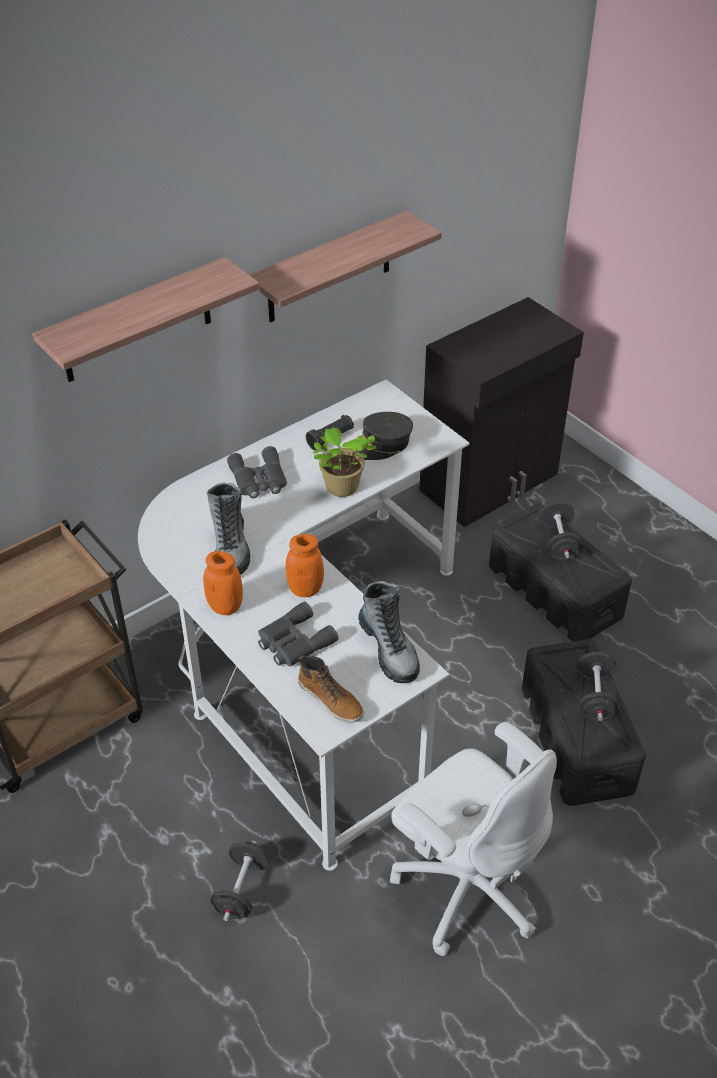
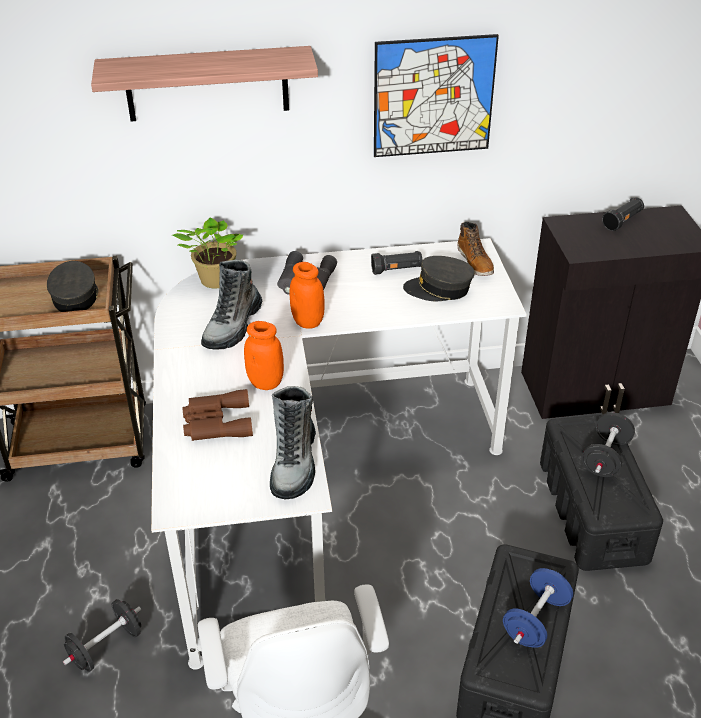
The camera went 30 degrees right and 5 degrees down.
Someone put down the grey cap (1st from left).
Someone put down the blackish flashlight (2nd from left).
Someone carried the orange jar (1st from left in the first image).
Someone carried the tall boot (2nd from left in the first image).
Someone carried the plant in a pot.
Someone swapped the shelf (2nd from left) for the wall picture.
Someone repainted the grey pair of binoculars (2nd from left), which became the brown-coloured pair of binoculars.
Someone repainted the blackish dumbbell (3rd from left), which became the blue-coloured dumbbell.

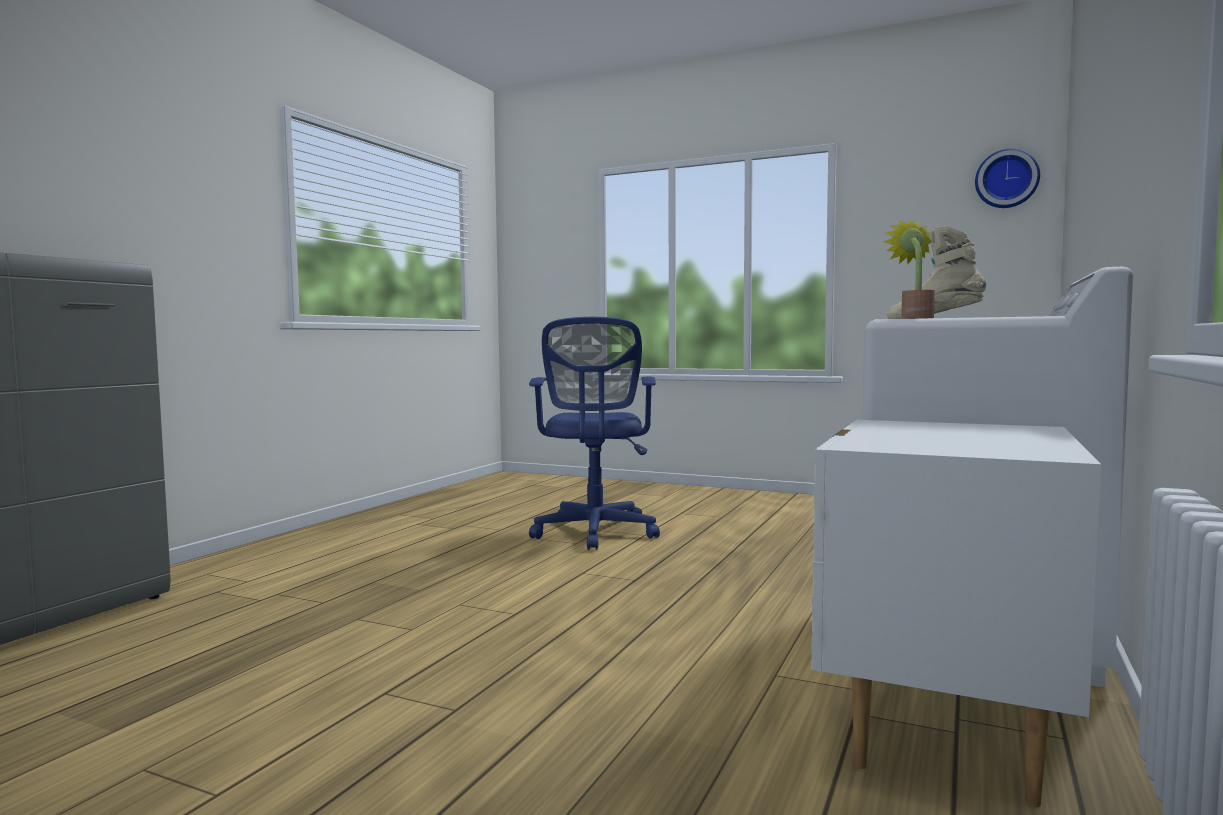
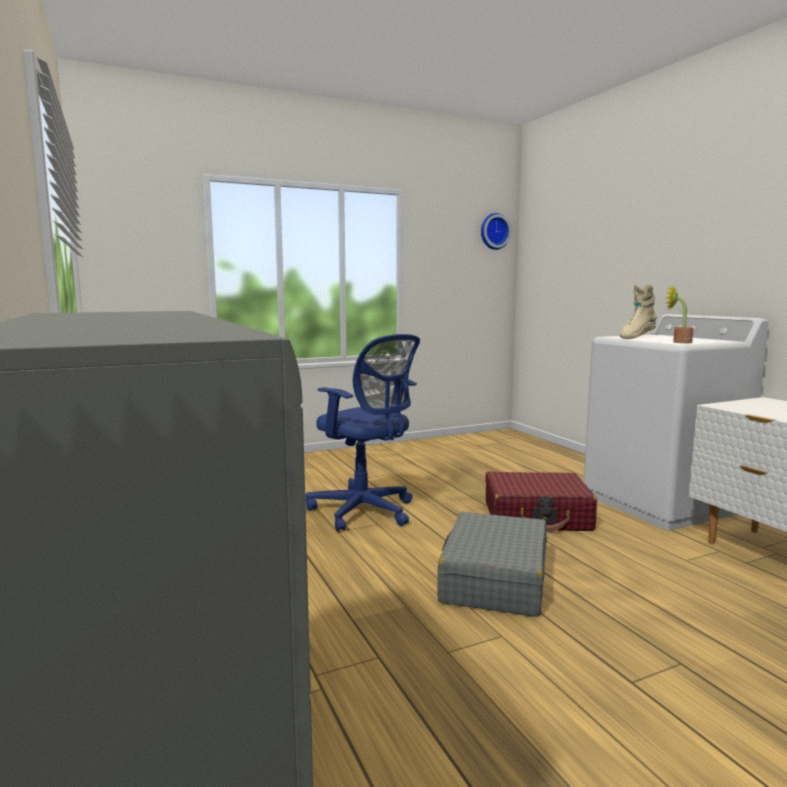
The camera went 50 degrees left and 5 degrees up.
Someone put down the grey piece of luggage.
Someone put down the red piece of luggage.

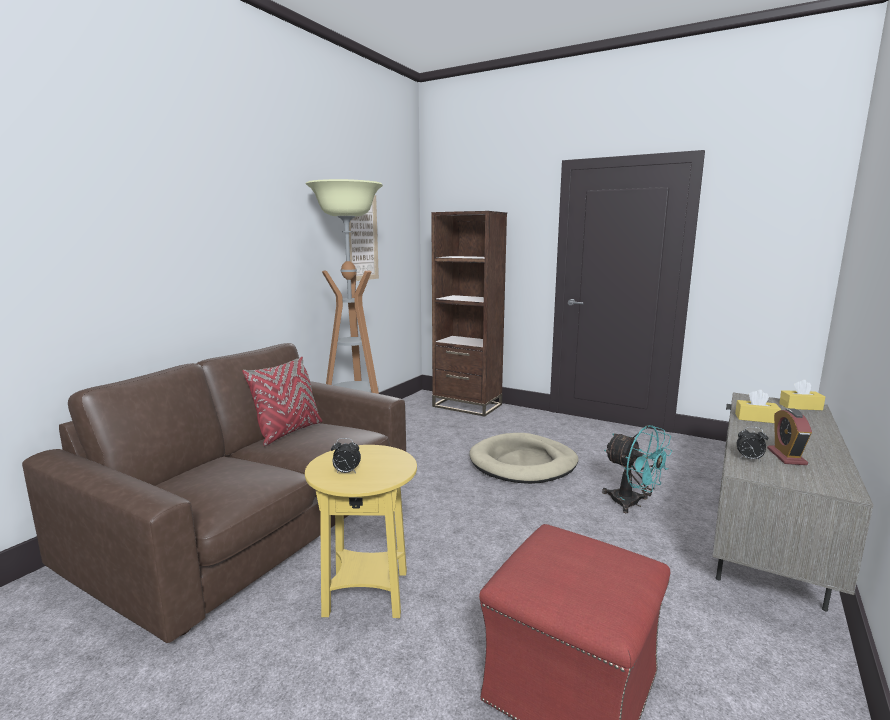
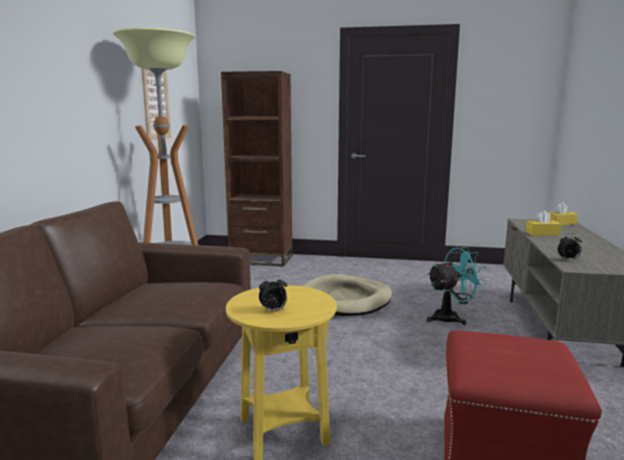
The camera went 20 degrees left and 0 degrees up.
Someone took away the red throw pillow.
Someone took away the table clock (3rd from left).
Someone rotated the turquoise cooling fan by 45 degrees counterclockwise.

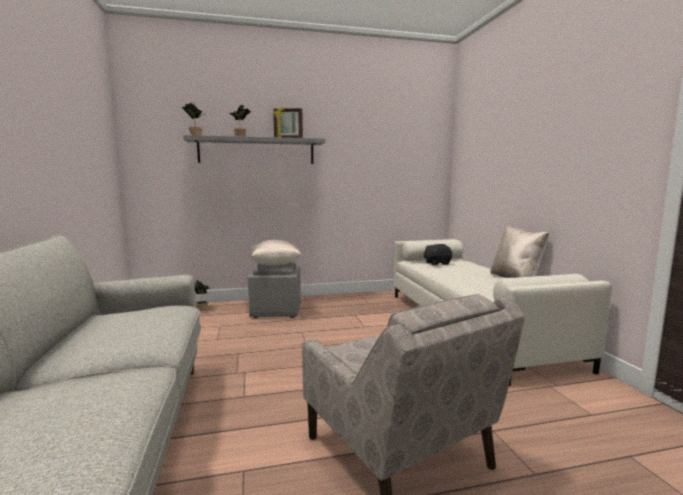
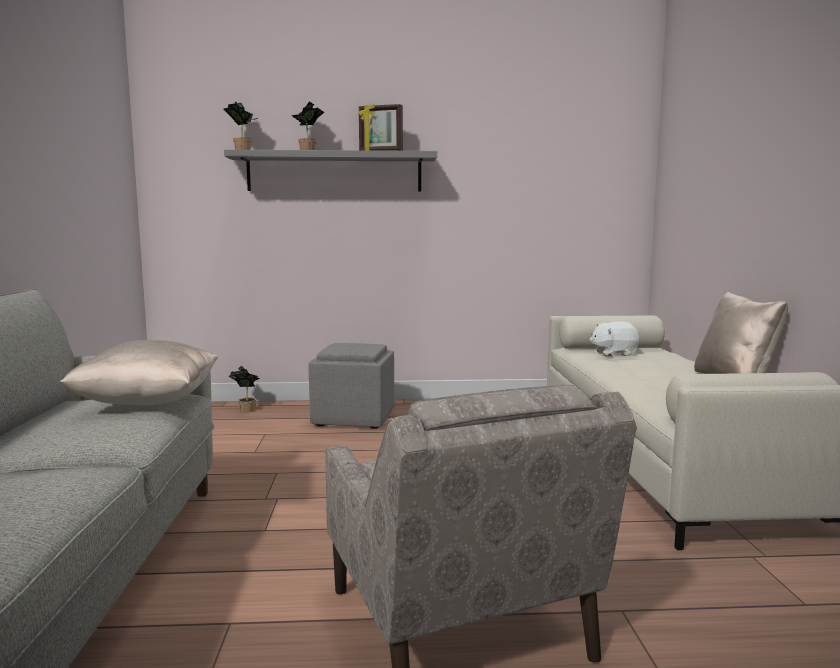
The camera went 10 degrees right and 0 degrees up.
Someone carried the beige-coloured throw pillow (1st from left).
Someone repainted the blackish plush toy, which became the white plush toy.

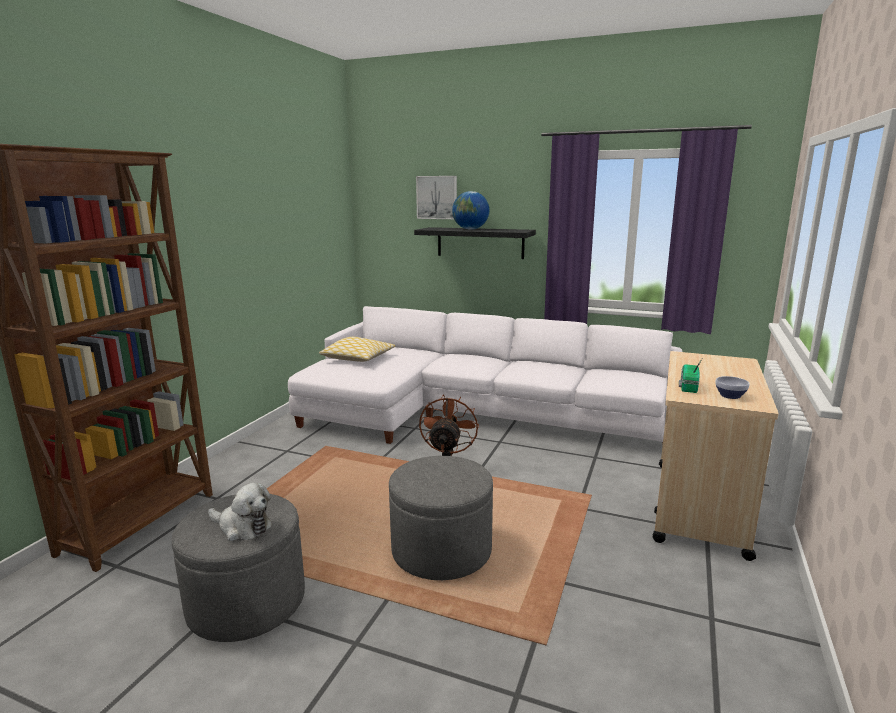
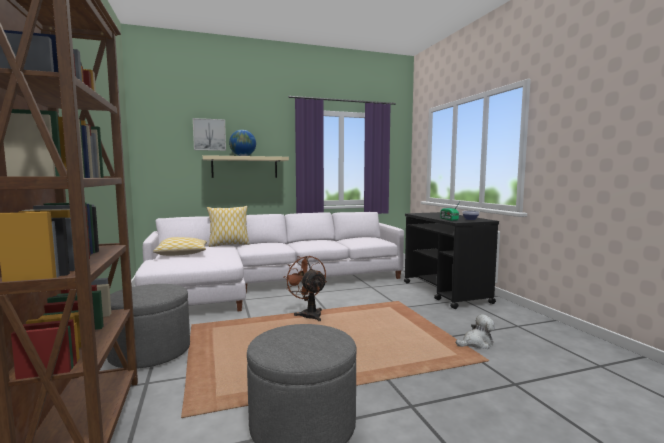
The camera went 40 degrees left and 10 degrees down.
Someone put down the throw pillow (2nd from left).
Someone carried the plush toy.
Someone carried the grey footrest (2nd from left in the first image).
Someone repainted the blackish shelf, which became the beige-coloured shelf.
Someone repainted the beige-coloured cart, which became the blackish cart.

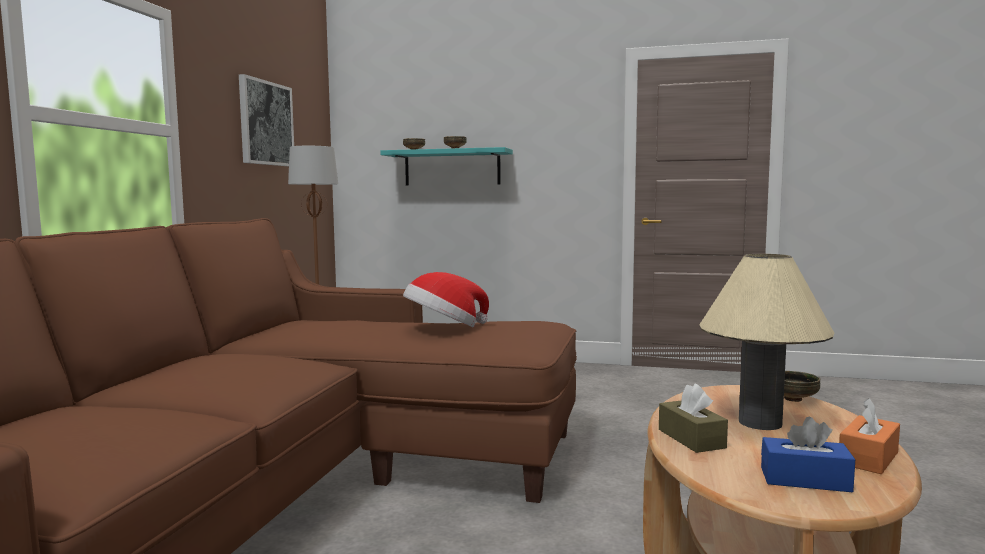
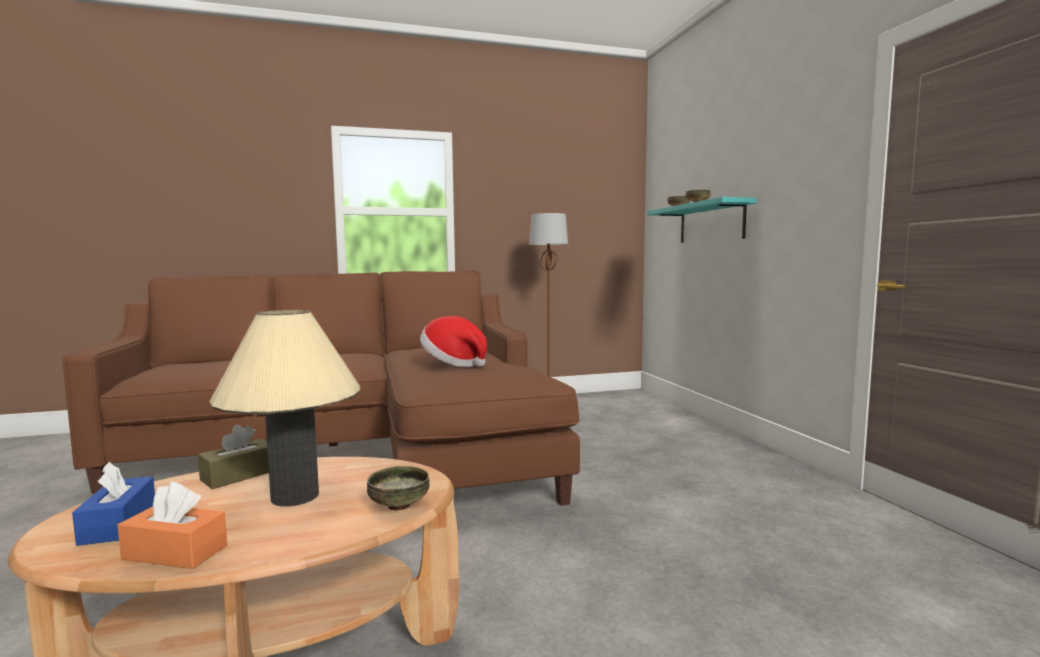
The camera went 60 degrees right and 0 degrees up.
Someone took away the wall picture.

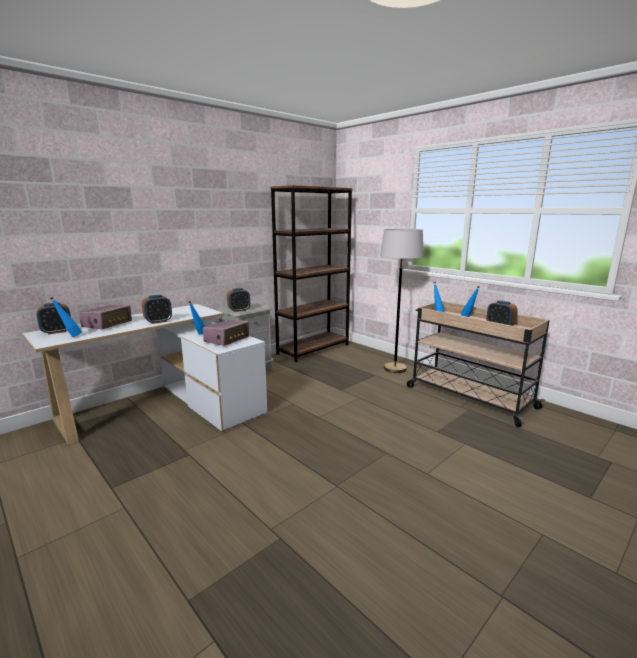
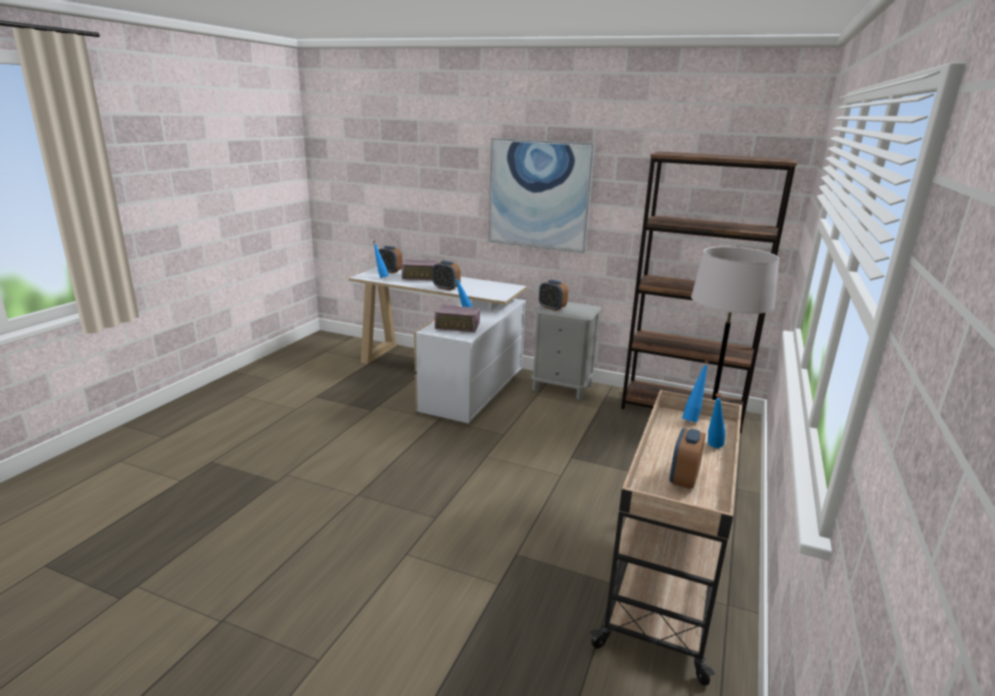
The camera went 65 degrees right and 5 degrees up.
Someone put up the wall picture.

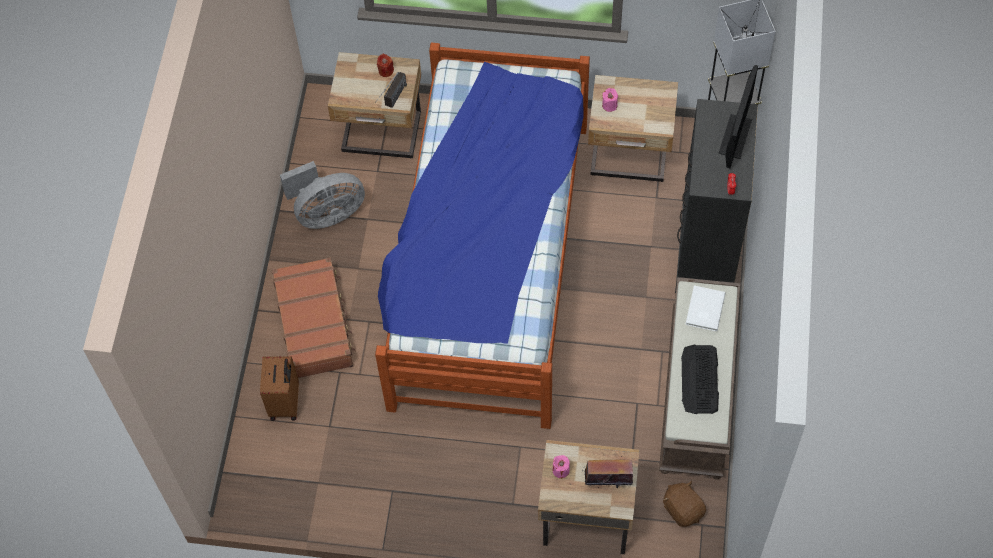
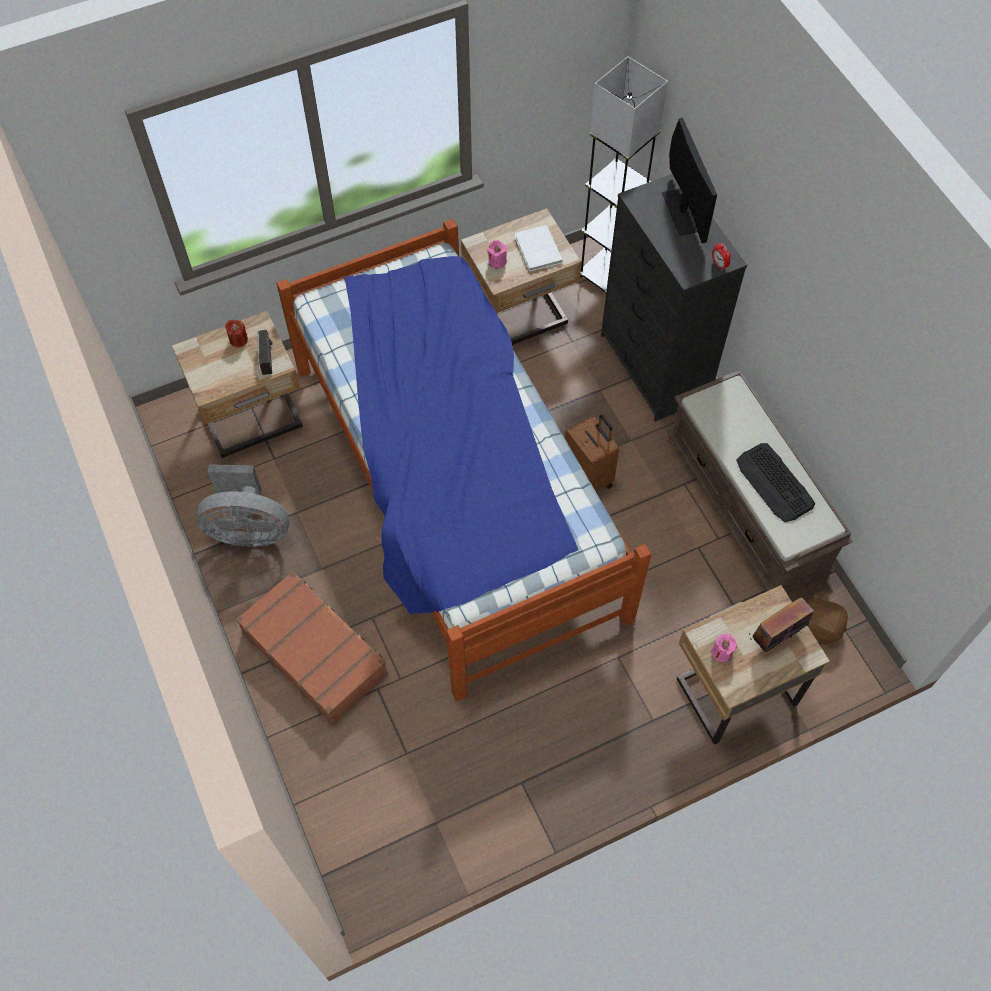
The camera went 35 degrees left and 0 degrees up.
Someone carried the brown-coloured piece of luggage (1st from left in the first image).
Someone carried the white volume.
Someone rotated the grey cooling fan by 60 degrees clockwise.

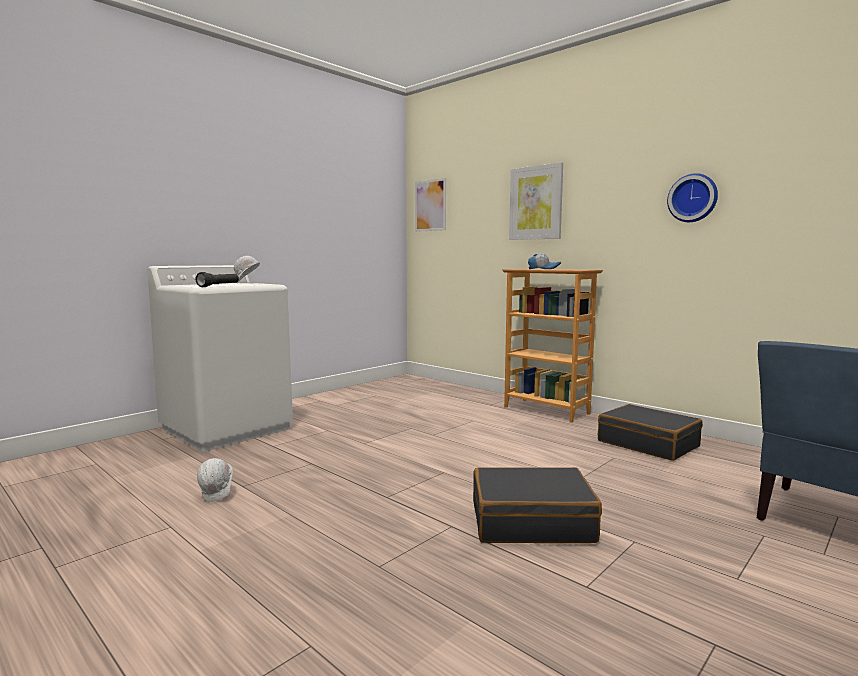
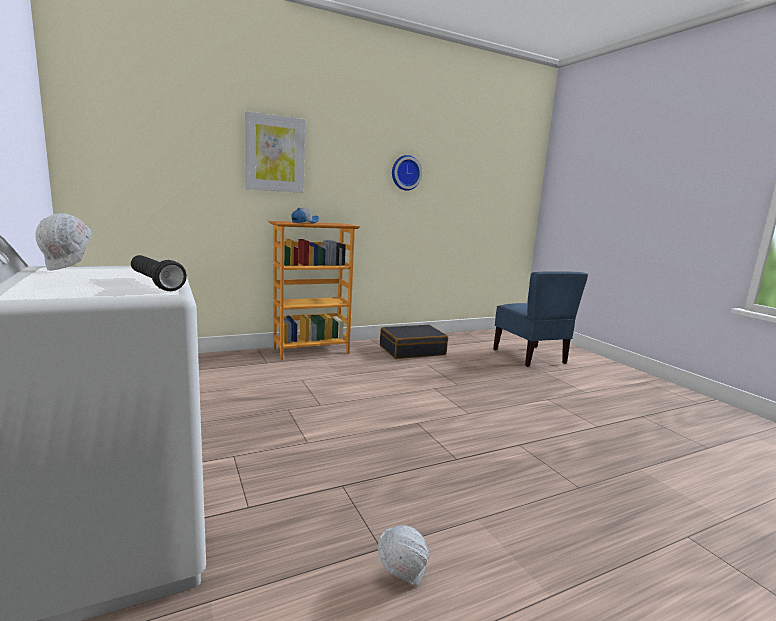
The camera went 70 degrees left and 5 degrees up.
Someone took away the wall picture (1st from left).
Someone took away the blackish piece of luggage (1st from left).

